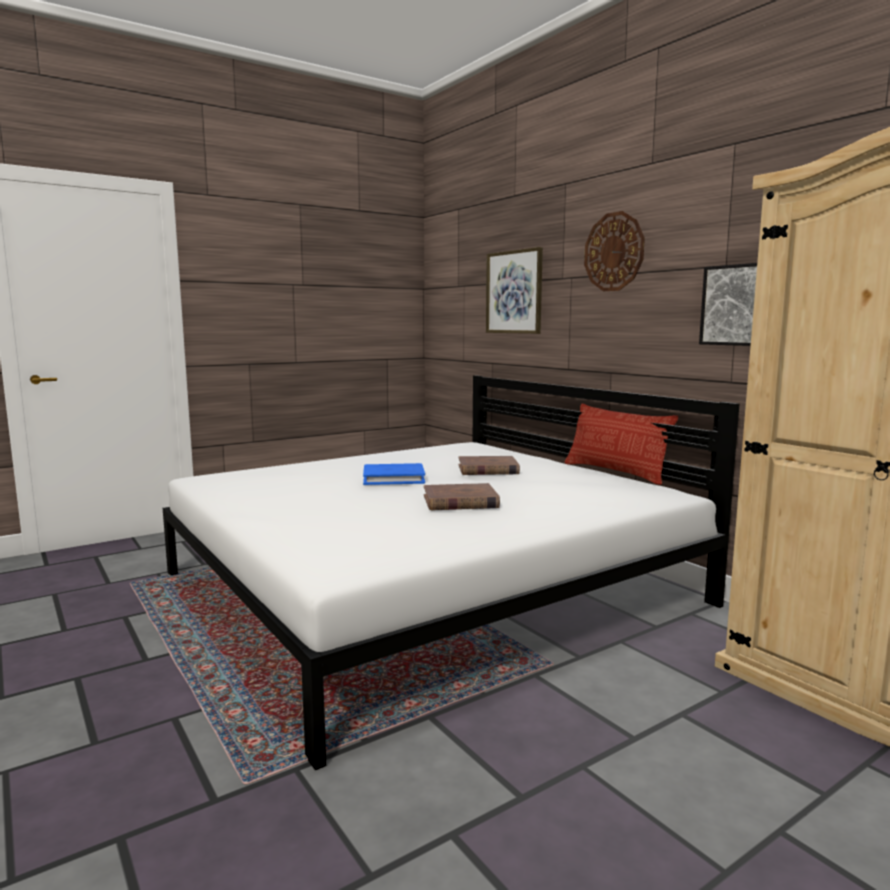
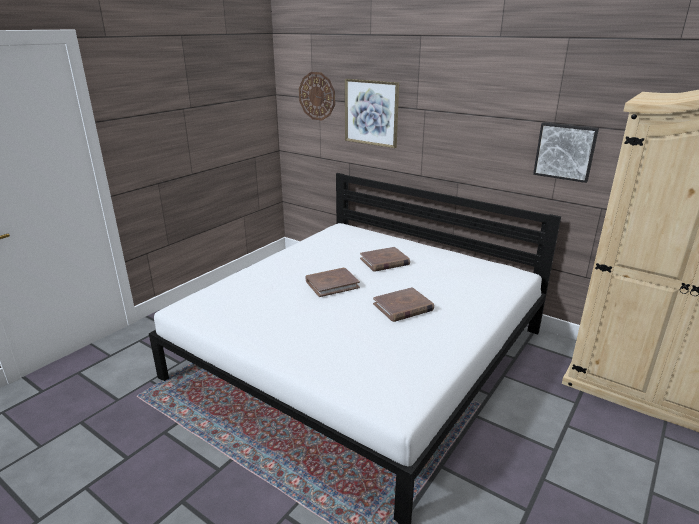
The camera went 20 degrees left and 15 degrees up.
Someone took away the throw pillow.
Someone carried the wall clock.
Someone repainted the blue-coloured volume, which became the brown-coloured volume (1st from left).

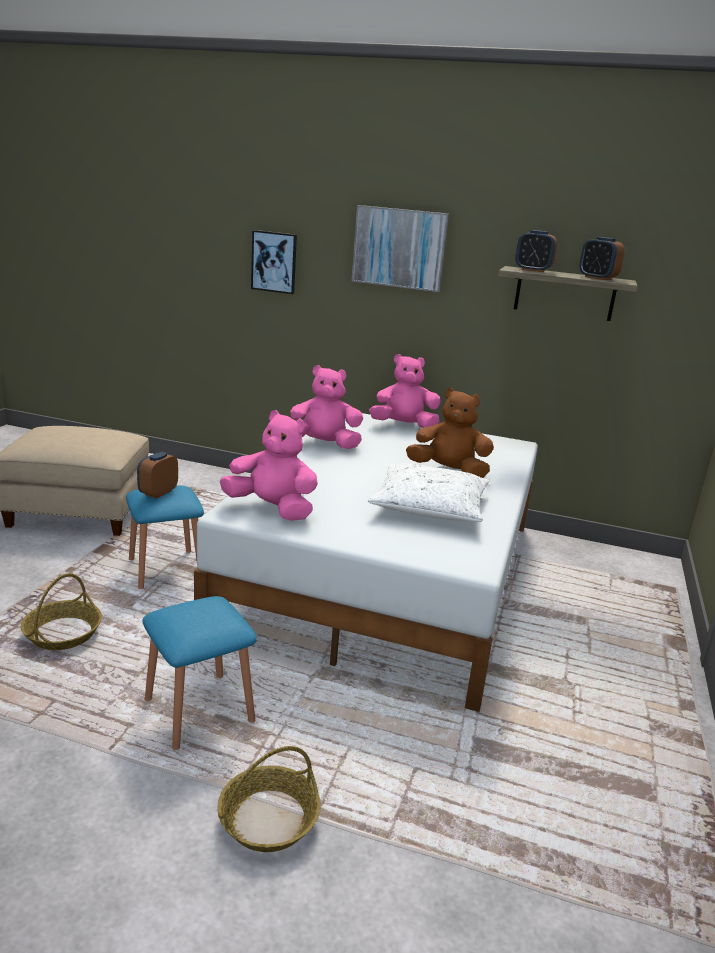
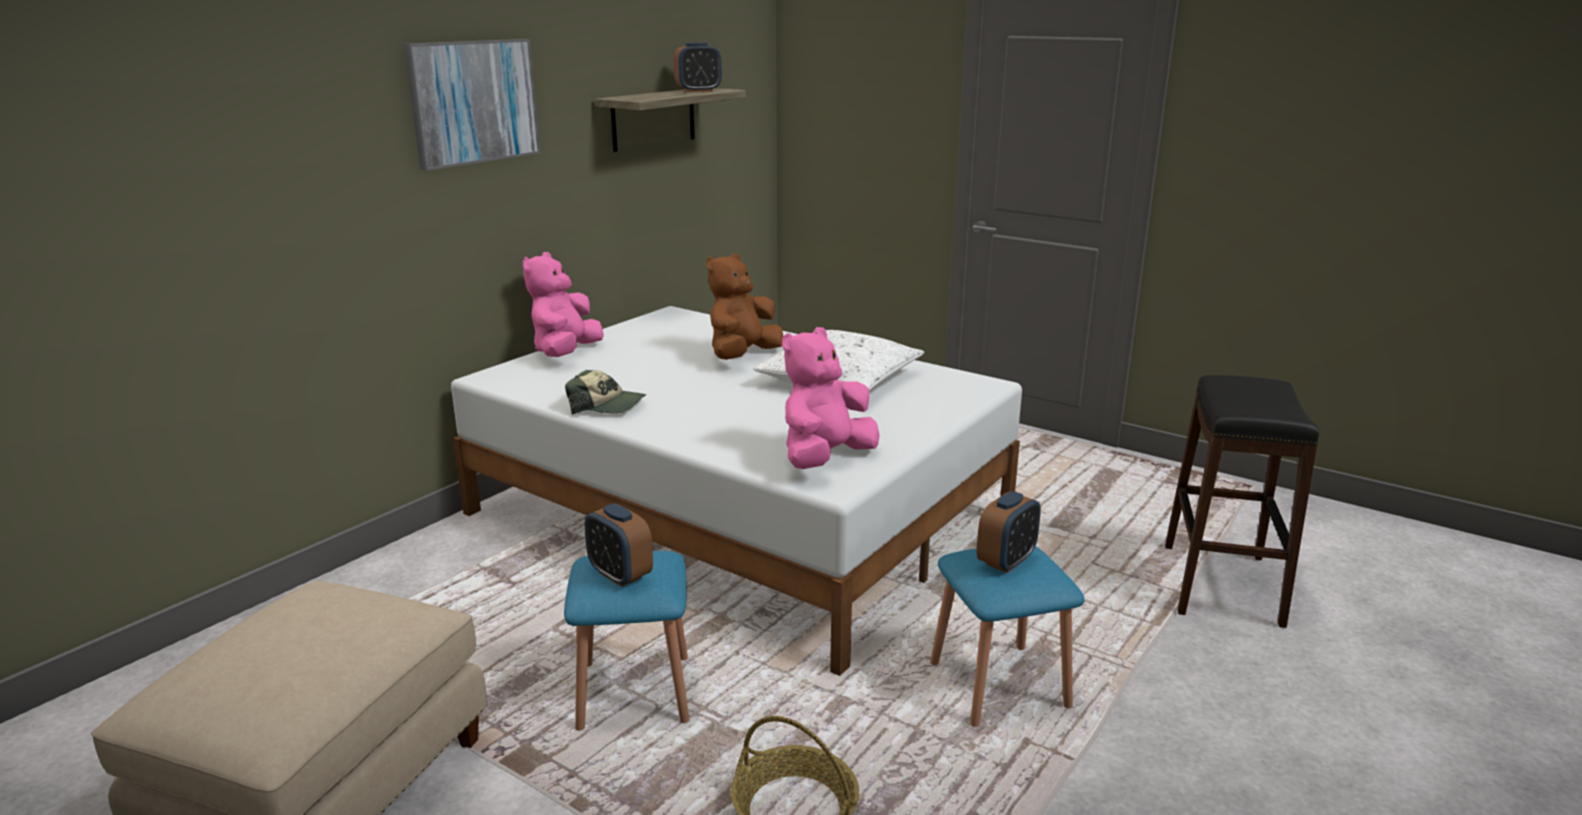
The camera went 70 degrees left and 0 degrees up.
Someone took away the basket (2nd from left).
Someone took away the wall picture (1st from left).
Someone put down the blackish stool seat.
Someone carried the table clock (2nd from left in the first image).
Someone swapped the pinkish plush toy (2nd from left) for the cap.

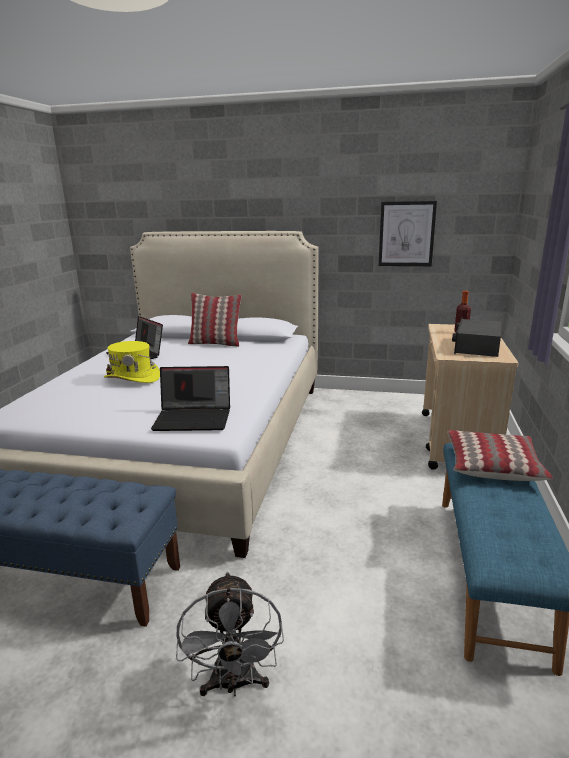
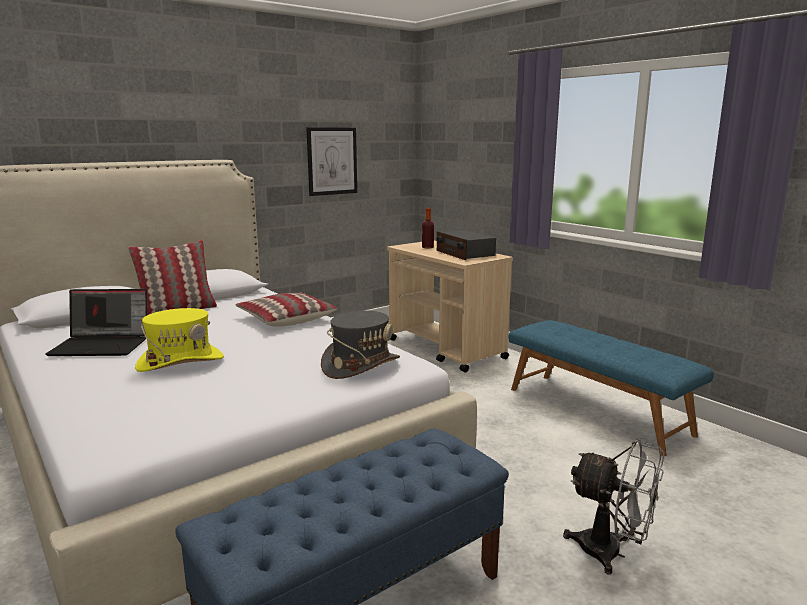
The camera went 50 degrees left and 5 degrees down.
Someone carried the throw pillow (2nd from left).
Someone swapped the laptop (2nd from left) for the grey wearable hat.

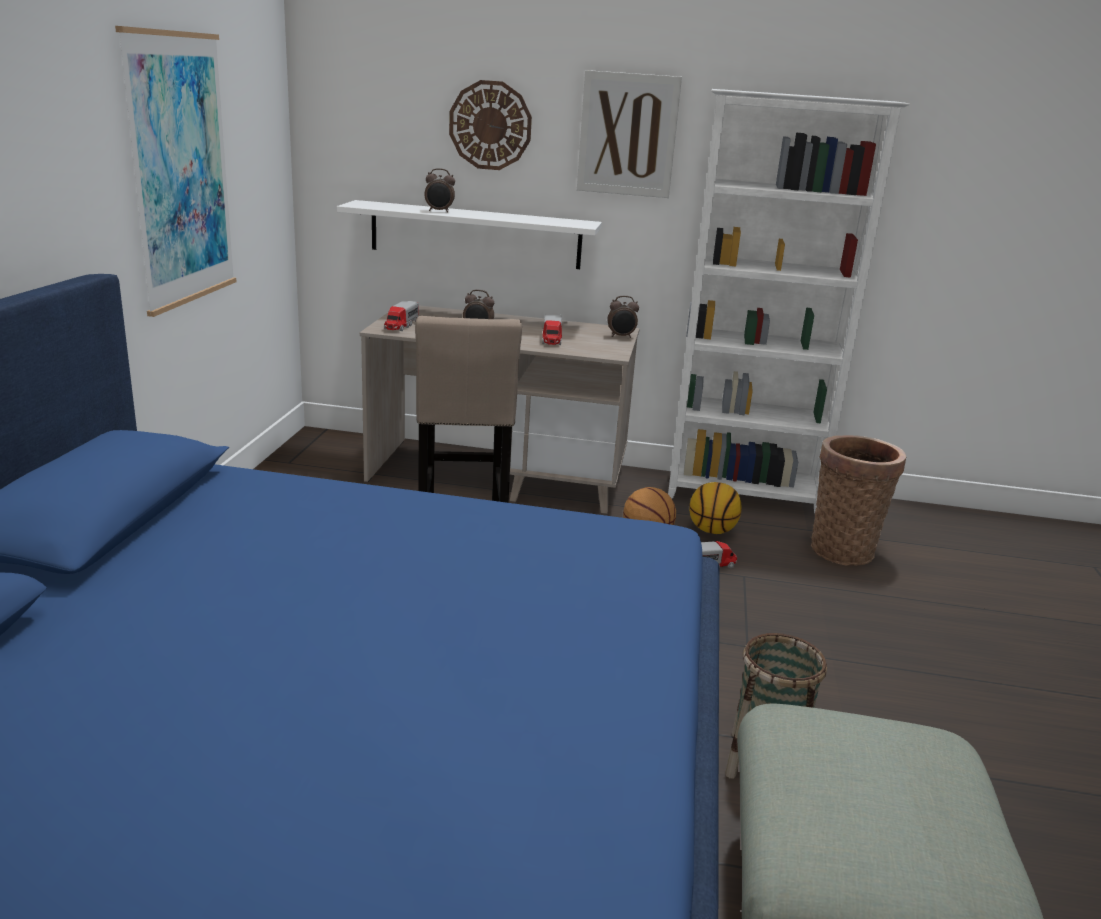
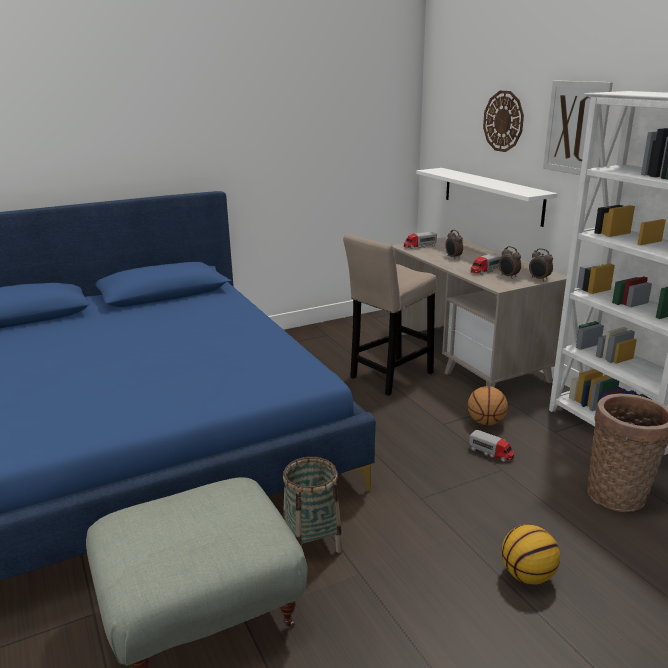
The camera went 55 degrees right and 0 degrees up.
Someone took away the wall picture (1st from left).
Someone carried the table clock (1st from left in the first image).
Someone carried the ball for basketball (2nd from left).

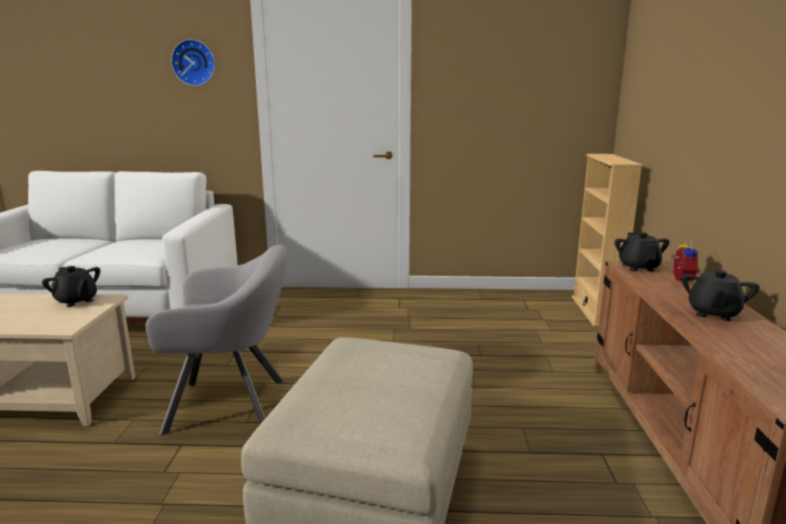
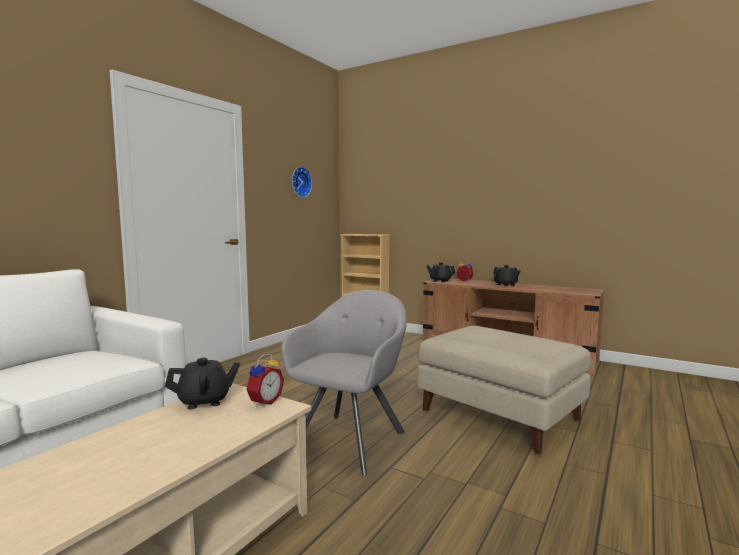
The camera went 60 degrees left and 10 degrees down.
Someone put down the table clock (1st from left).
Someone carried the wall clock.

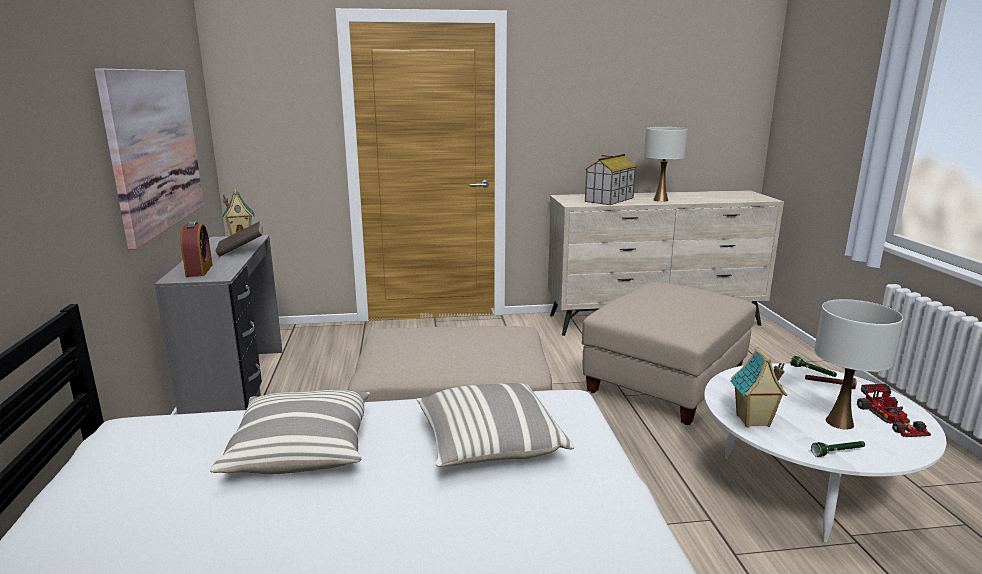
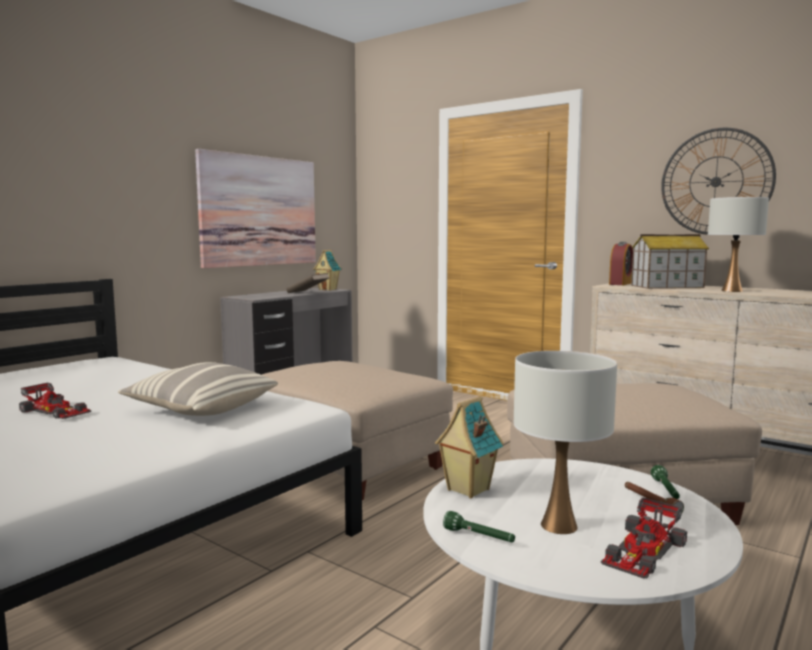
The camera went 45 degrees right and 10 degrees down.
Someone took away the throw pillow (1st from left).
Someone put down the toy car (1st from left).
Someone put up the wall clock.
Someone carried the table clock.

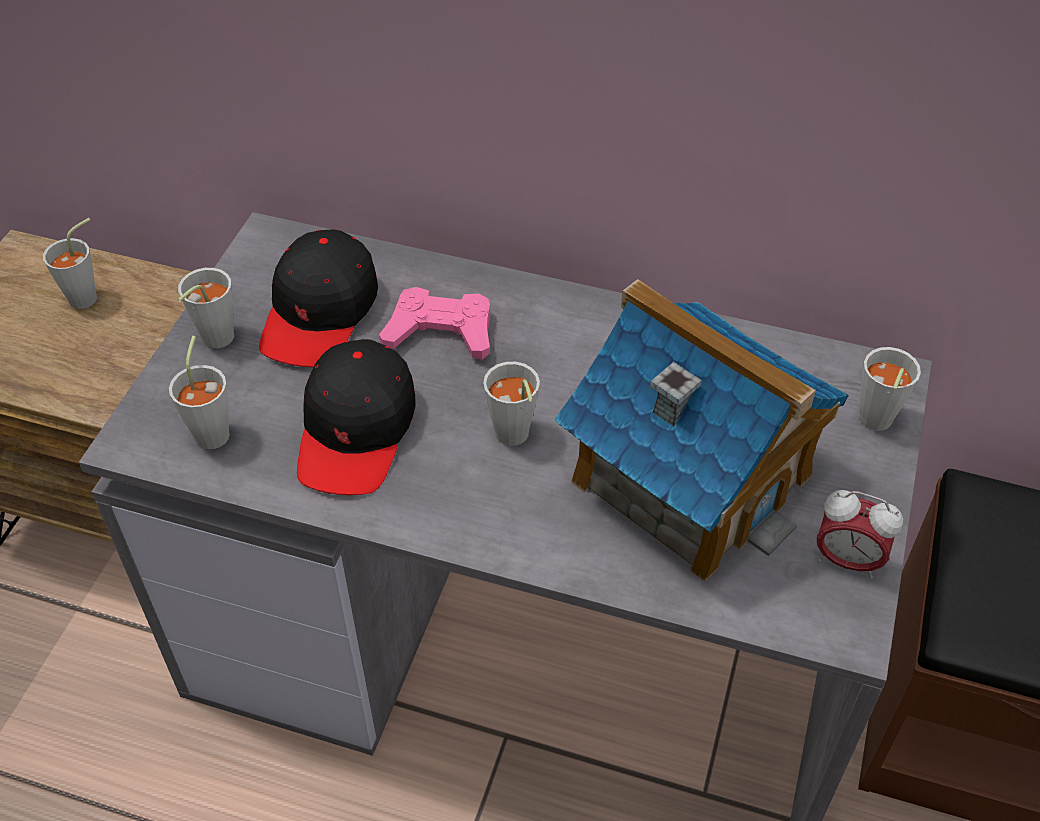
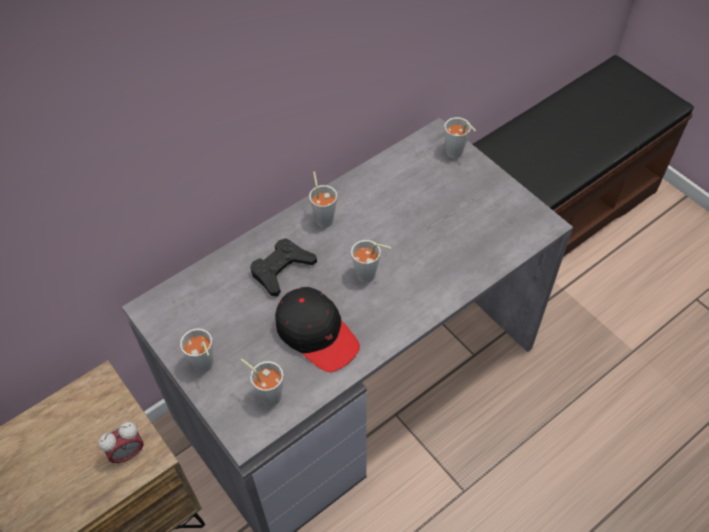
The camera went 55 degrees left and 5 degrees up.
Someone took away the blackish cap (1st from left).
Someone took away the toy house.
Someone carried the grey drinking cup (1st from left in the first image).
Someone carried the table clock.
Someone repainted the pinkish gamepad, which became the blackish gamepad.

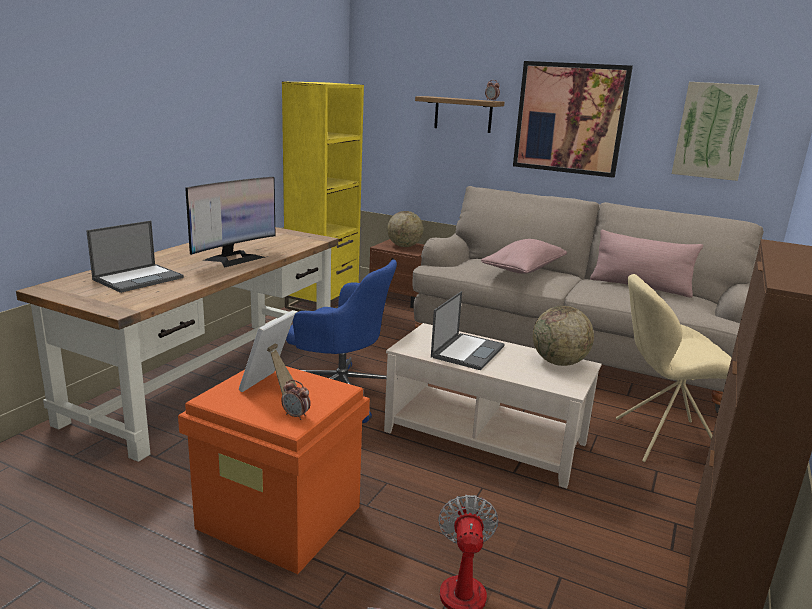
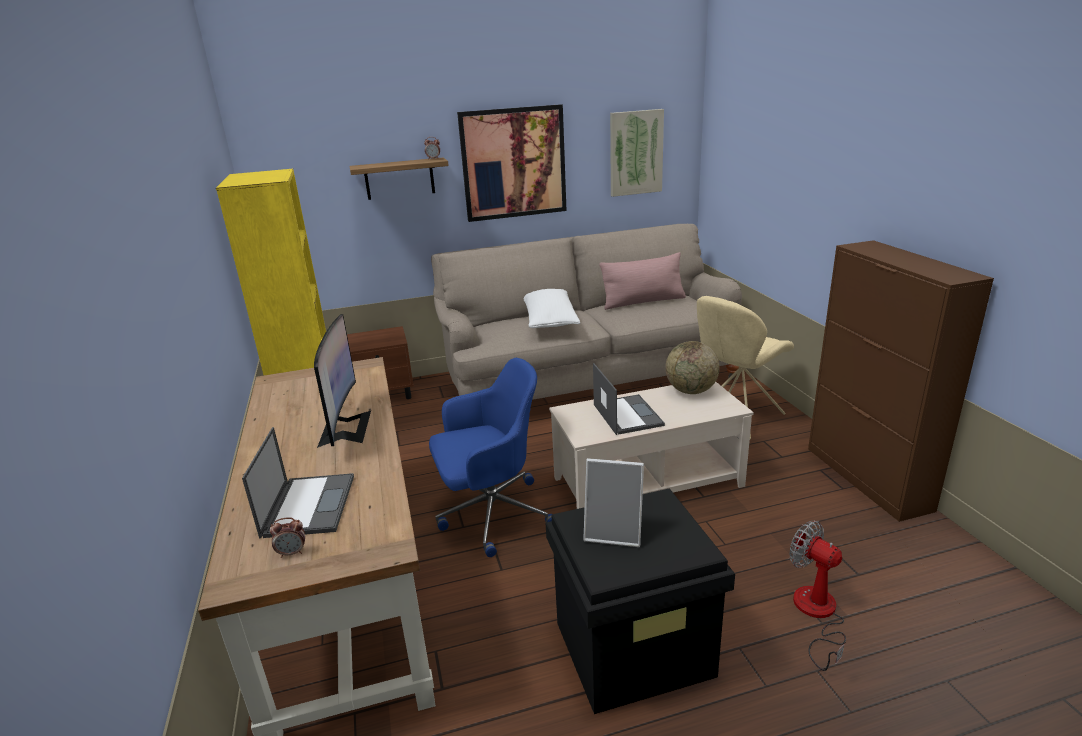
The camera went 40 degrees left and 5 degrees up.
Someone took away the desk globe (1st from left).
Someone carried the table clock (1st from left).
Someone repainted the orange storage box, which became the blackish storage box.
Someone repainted the pinkish throw pillow (1st from left), which became the white throw pillow.
Someone rotated the standing frame by 60 degrees counterclockwise.

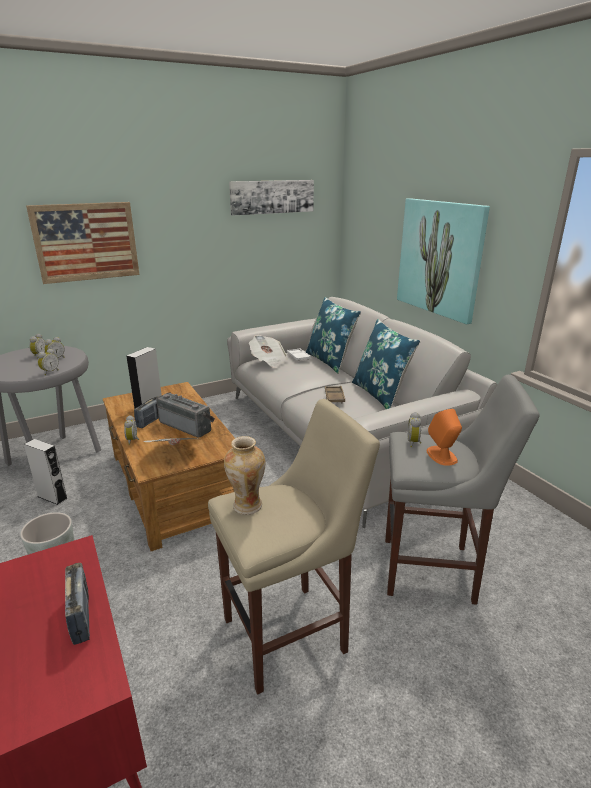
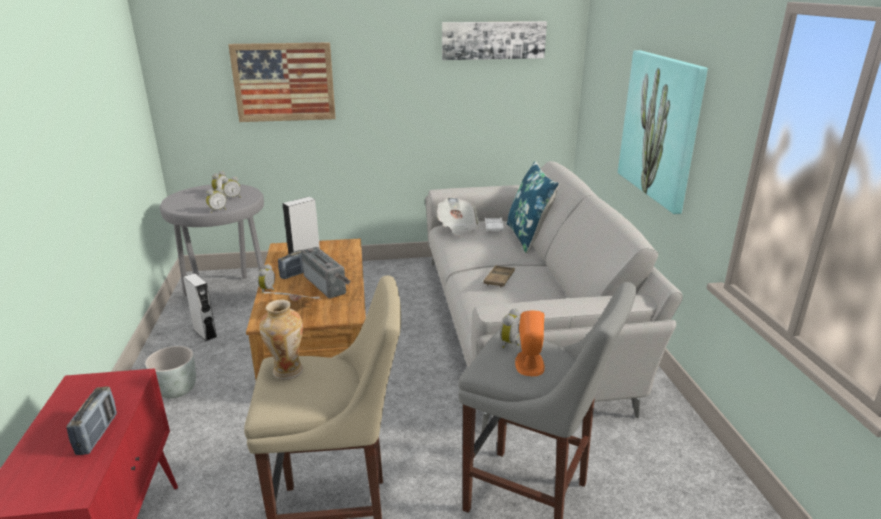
The camera went 20 degrees right and 0 degrees up.
Someone took away the blue-coloured throw pillow (2nd from left).

